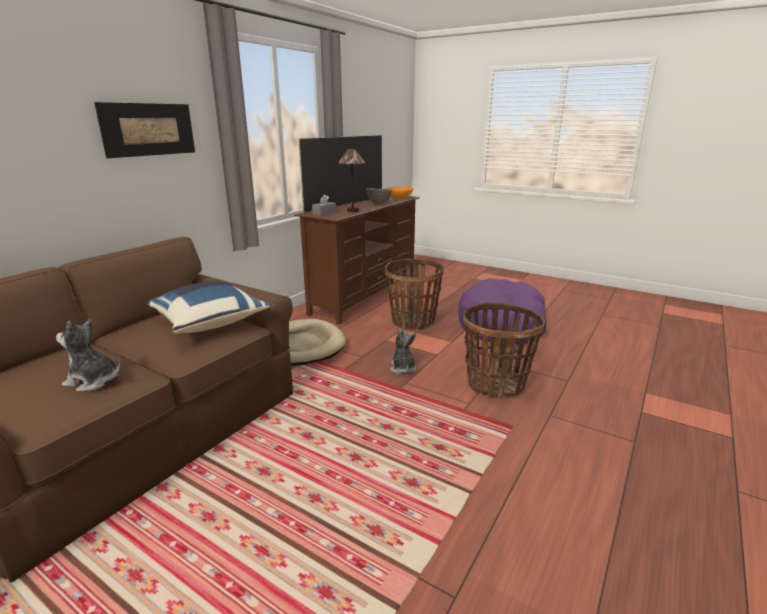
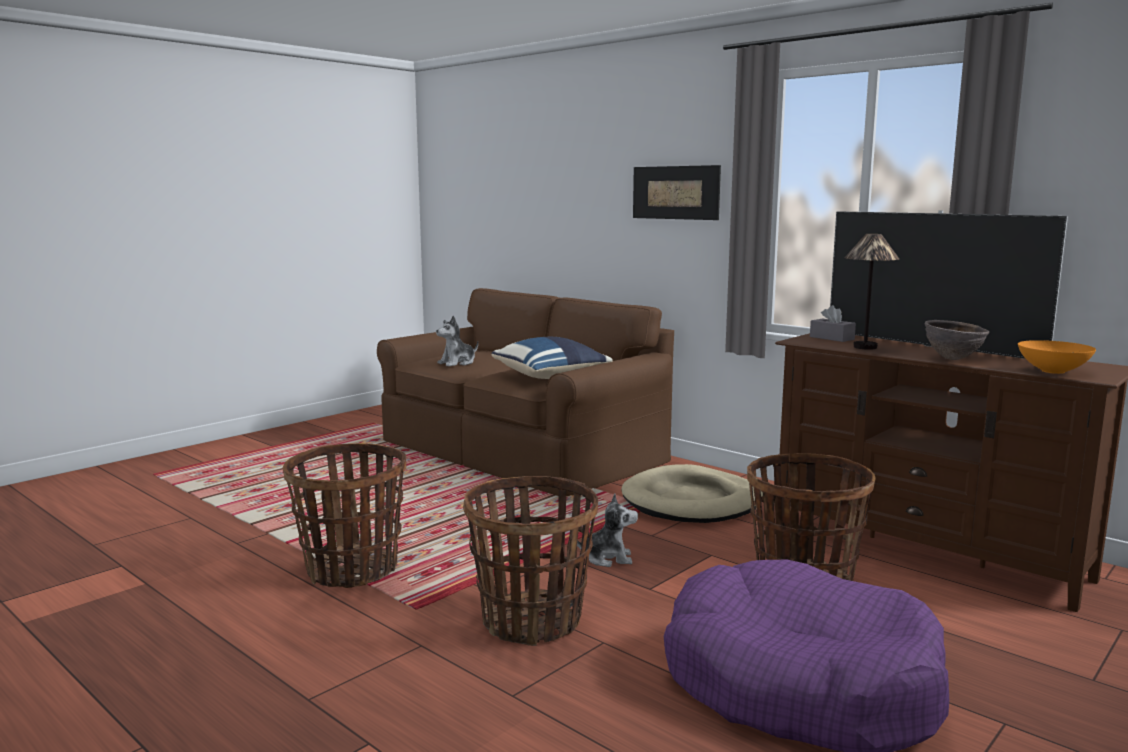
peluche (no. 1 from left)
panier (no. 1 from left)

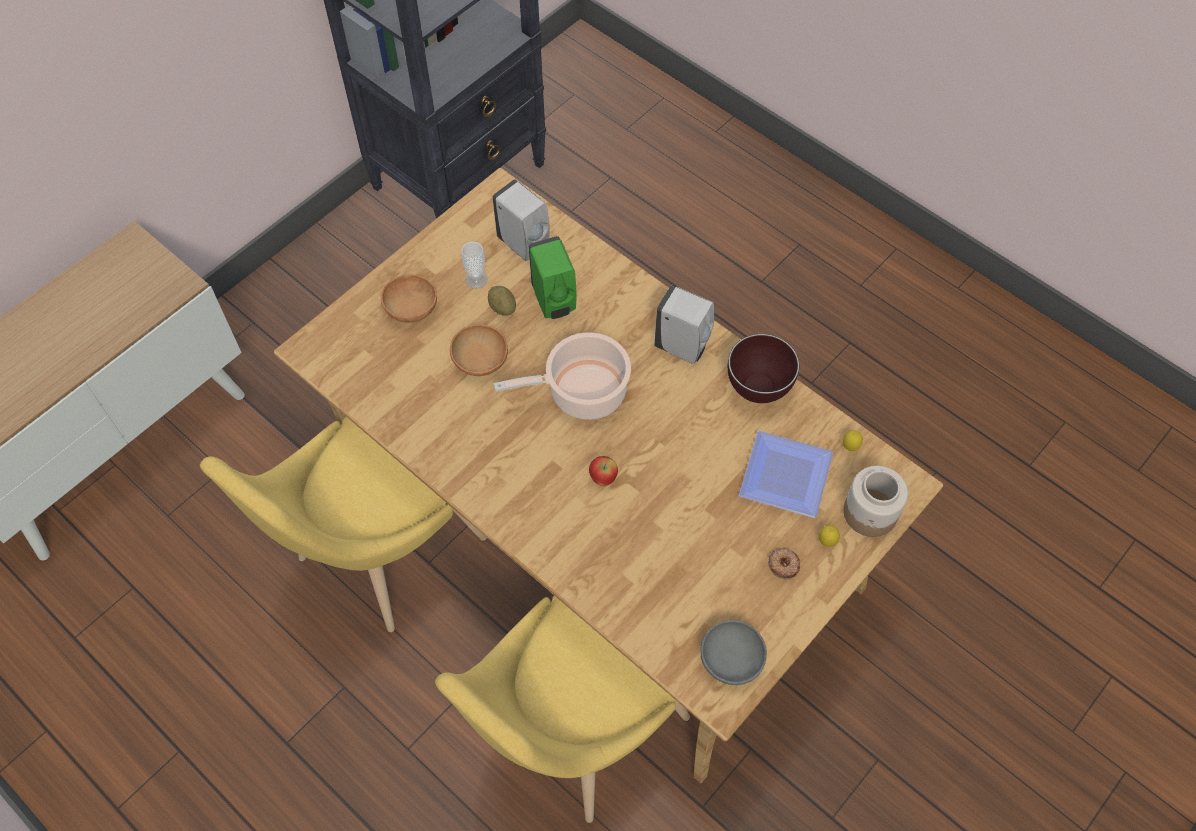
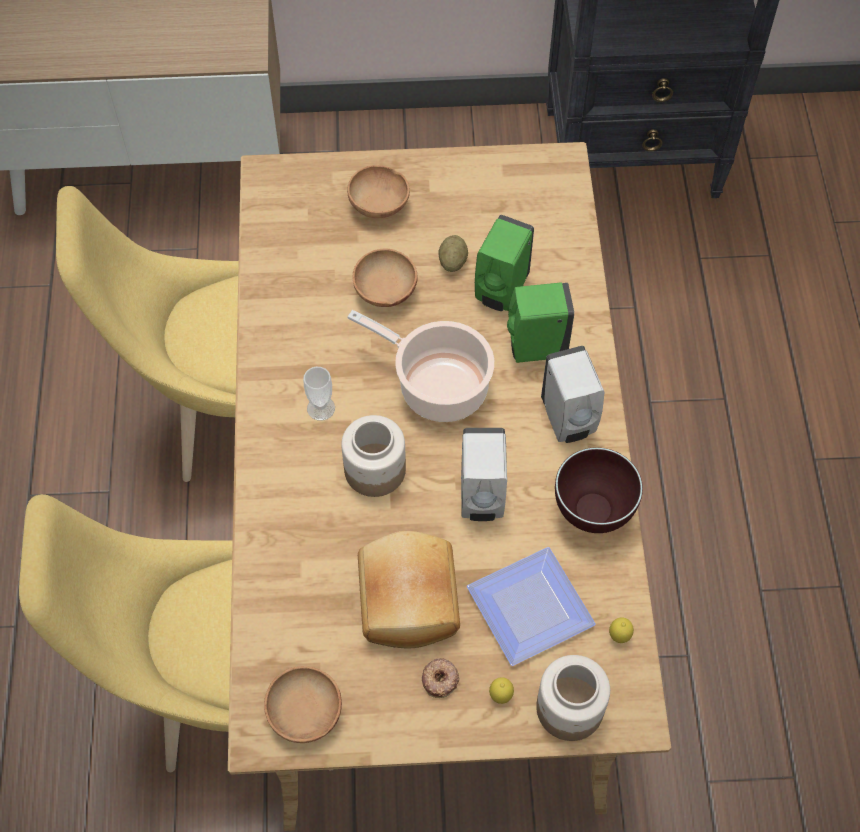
tasse
distributeur de savon/blanc (no. 1 from left)
bocal (no. 1 from left)
bol/marron (no. 1 from left)
pain
distributeur de savon/vert (no. 2 from left)

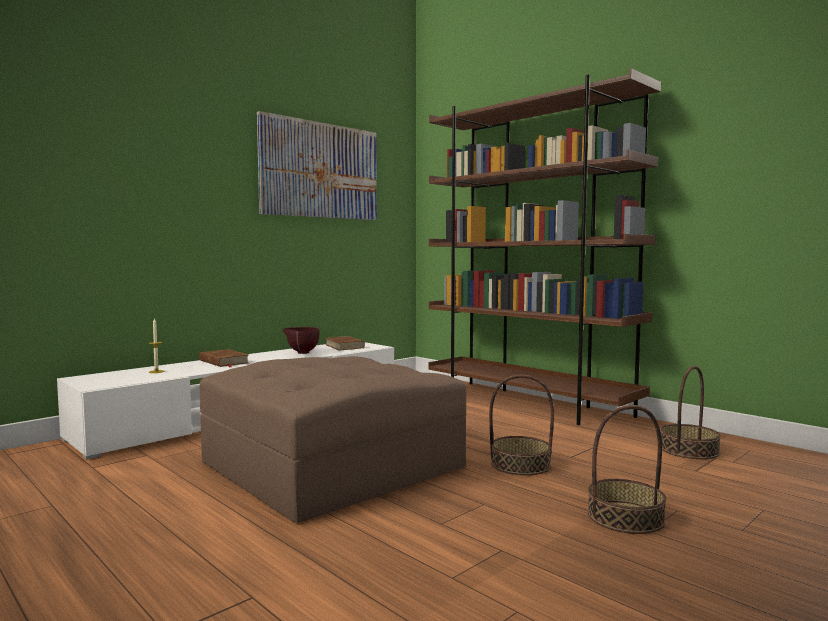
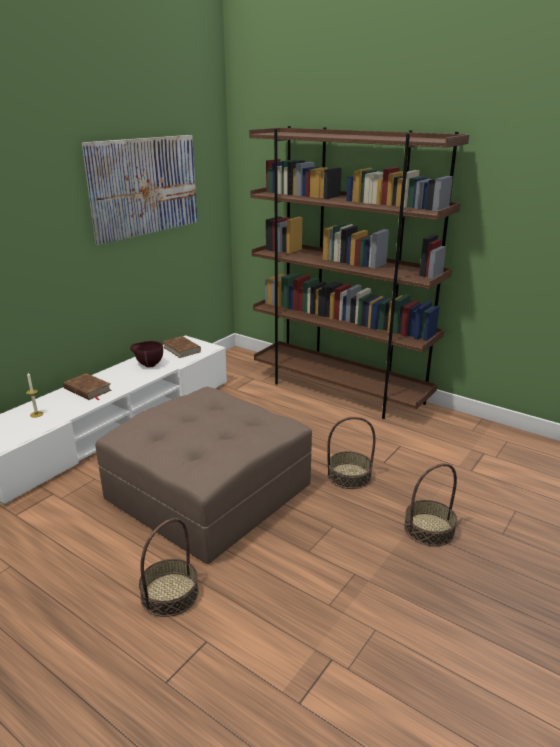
panier (no. 1 from left)

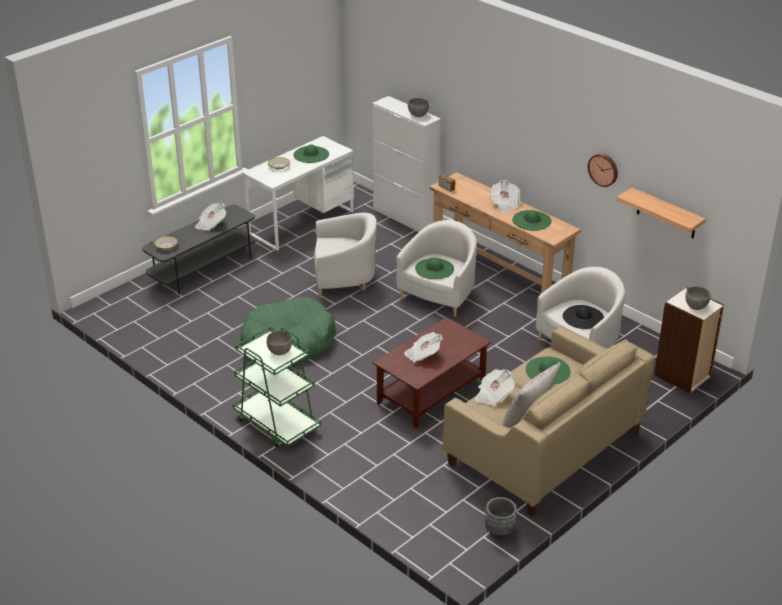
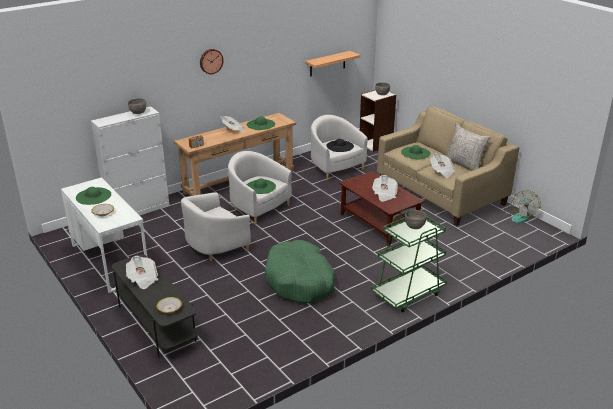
fauteuil/blanc (no. 1 from left)
ventilateur
horloge murale

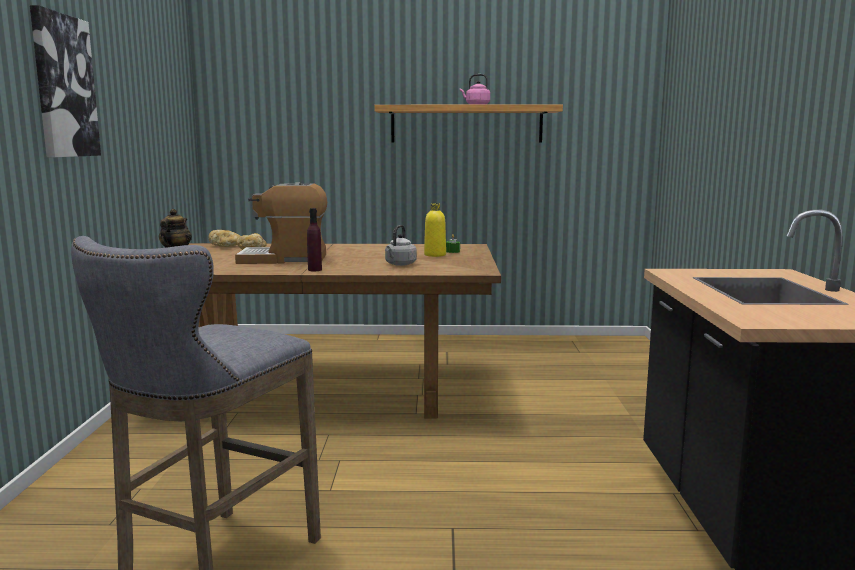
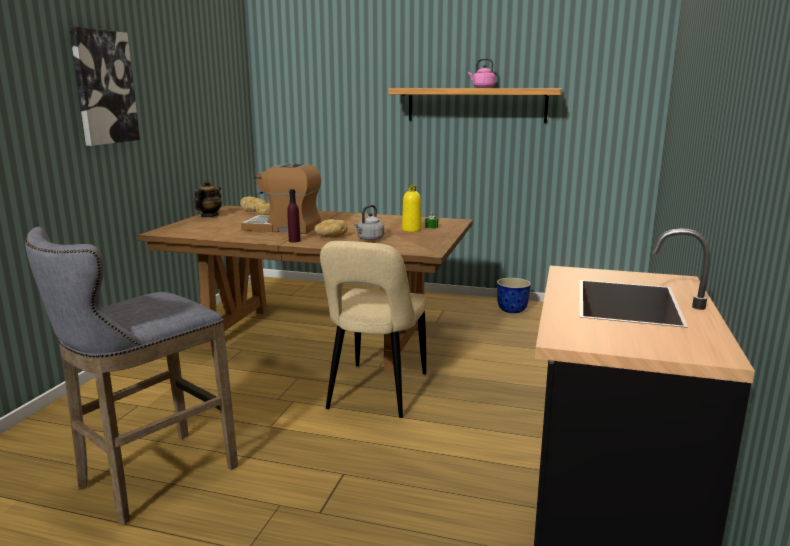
pain (no. 3 from left)
chaise/beige
cache-pot

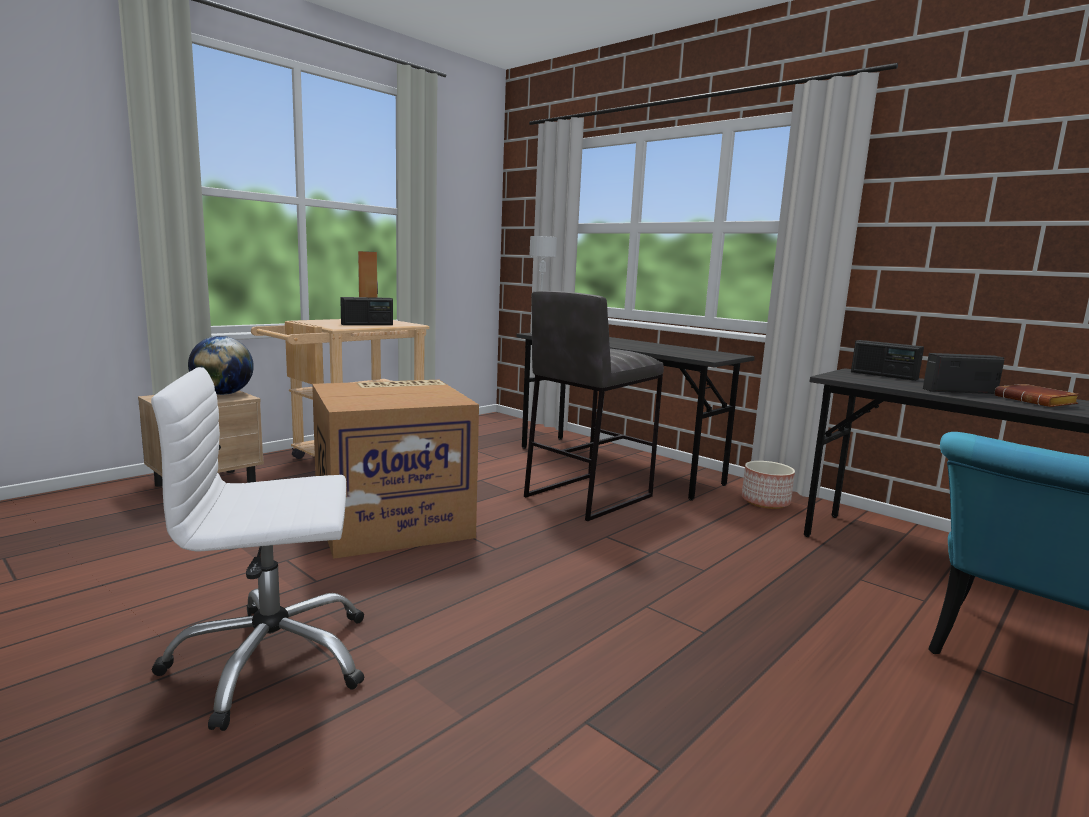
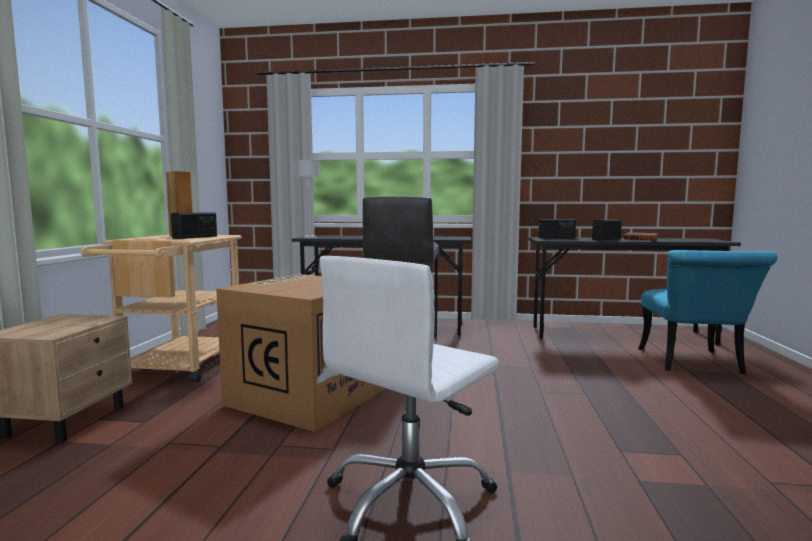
globe
cache-pot

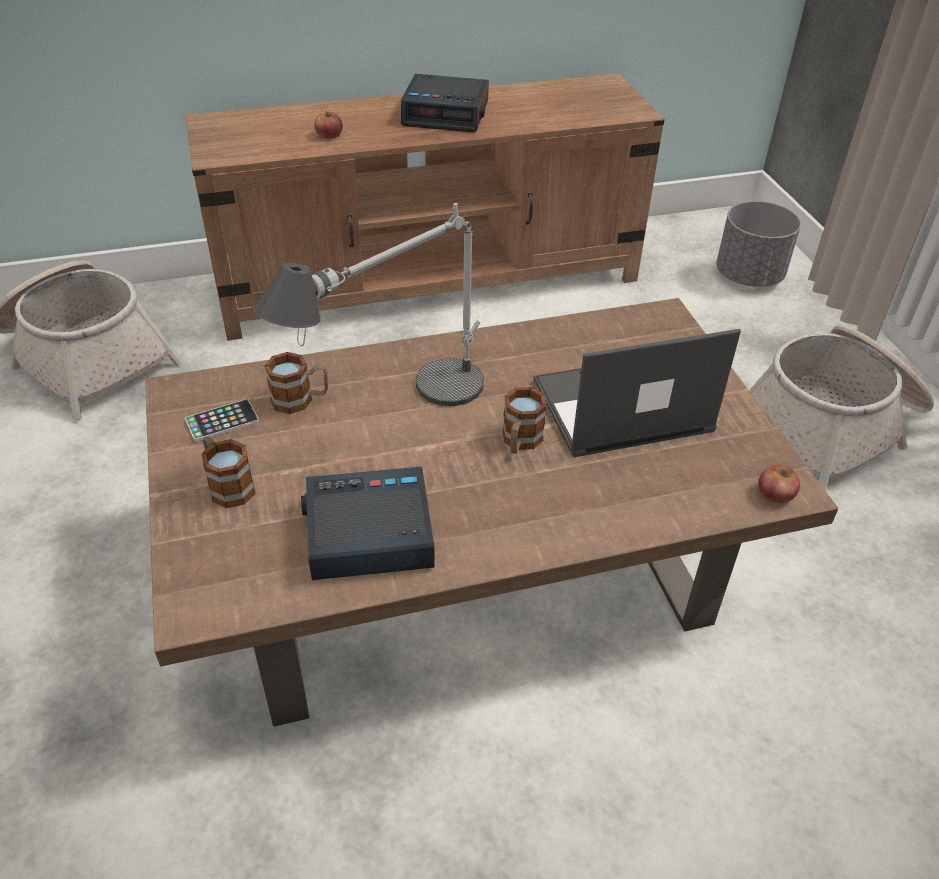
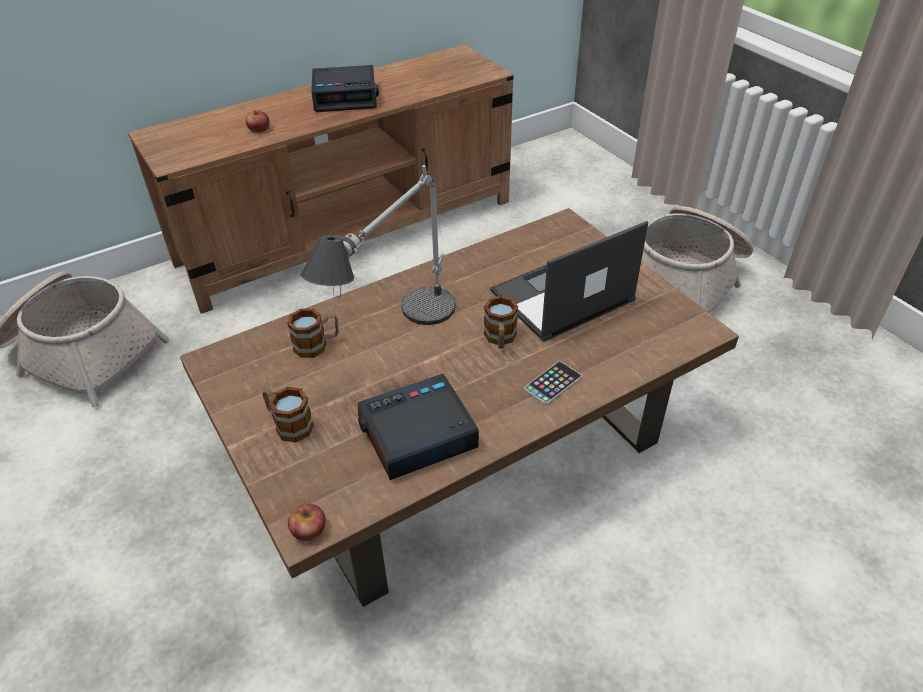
téléphone
cache-pot/gris
pomme (no. 2 from left)

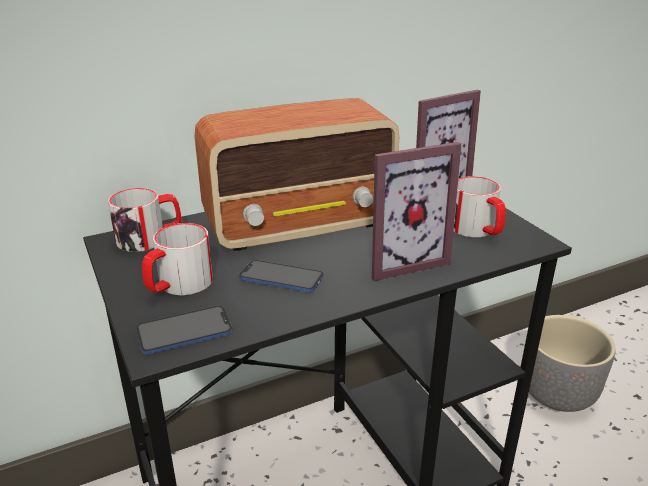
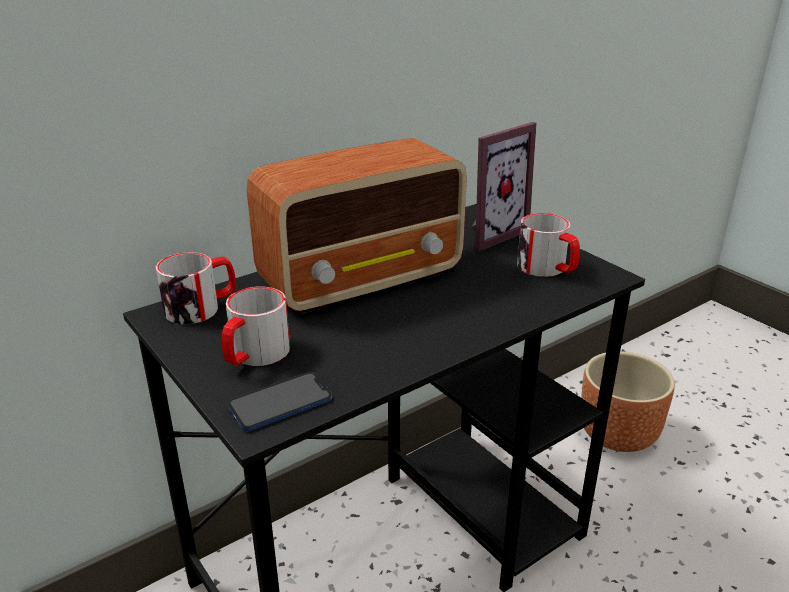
téléphone (no. 2 from left in the first image)
cadre photo (no. 1 from left in the first image)
cache-pot/marron

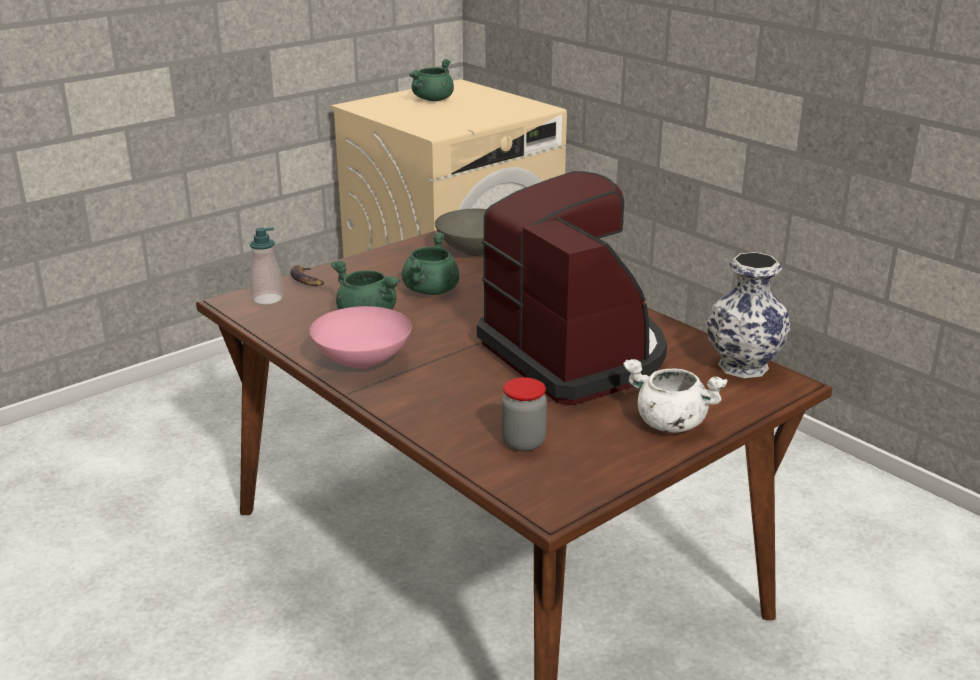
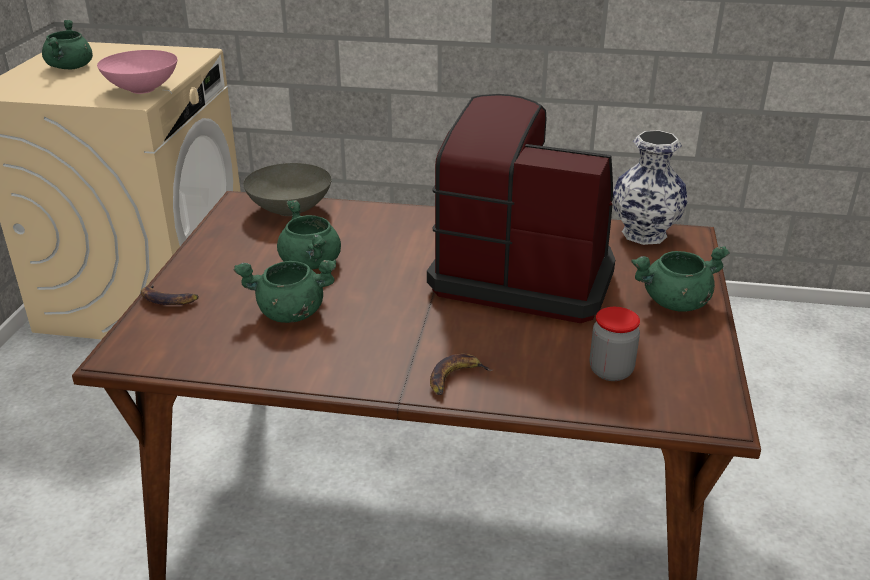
distributeur de savon
bol/rose
marmite/vert (no. 4 from left)
banane (no. 2 from left)

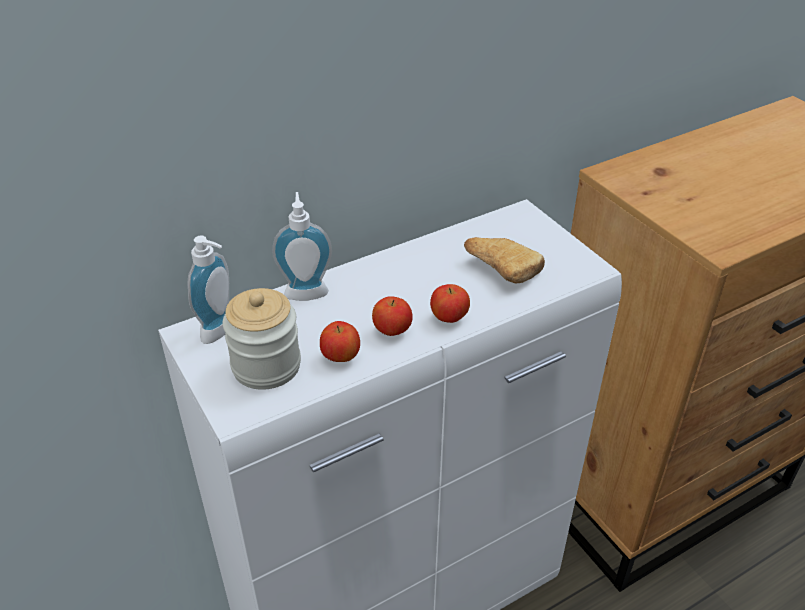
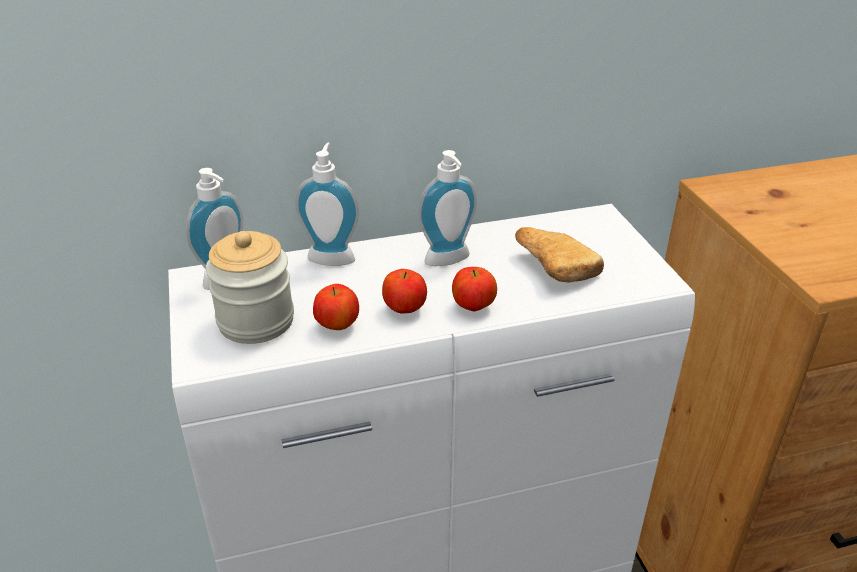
distributeur de savon (no. 3 from left)

